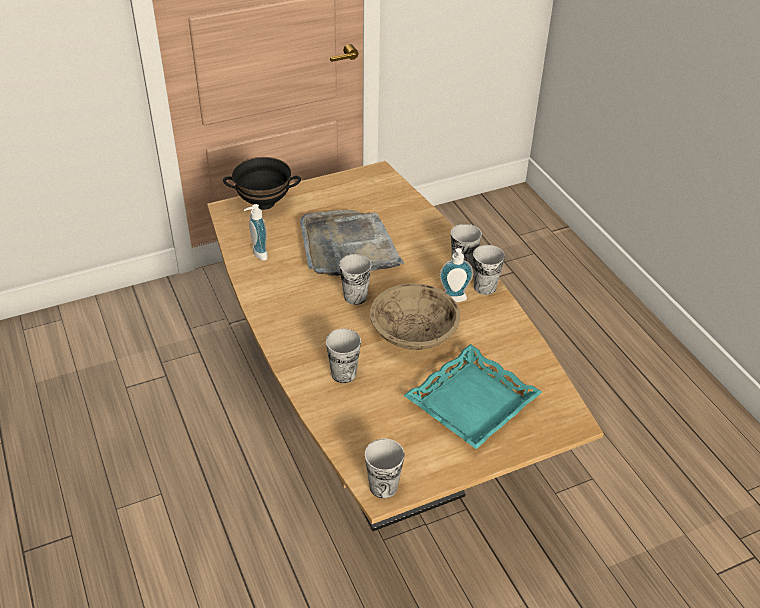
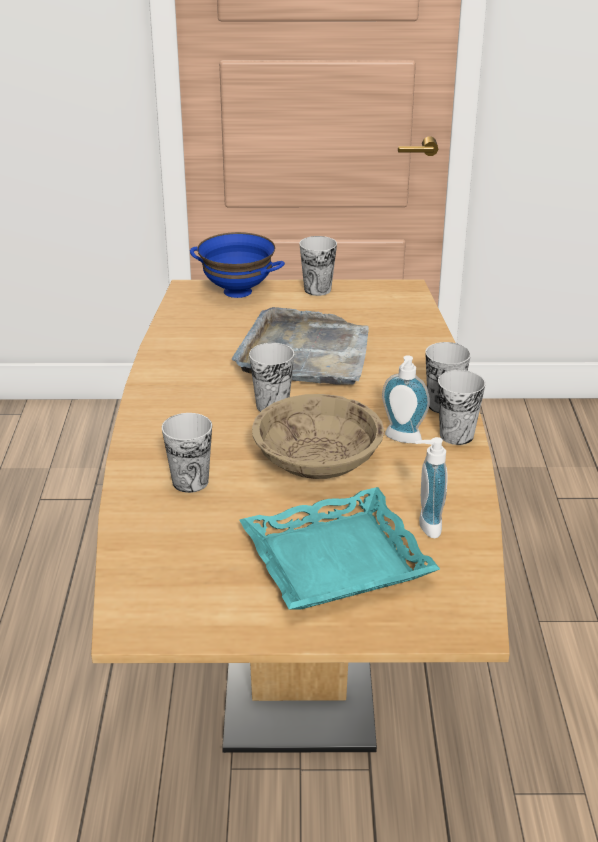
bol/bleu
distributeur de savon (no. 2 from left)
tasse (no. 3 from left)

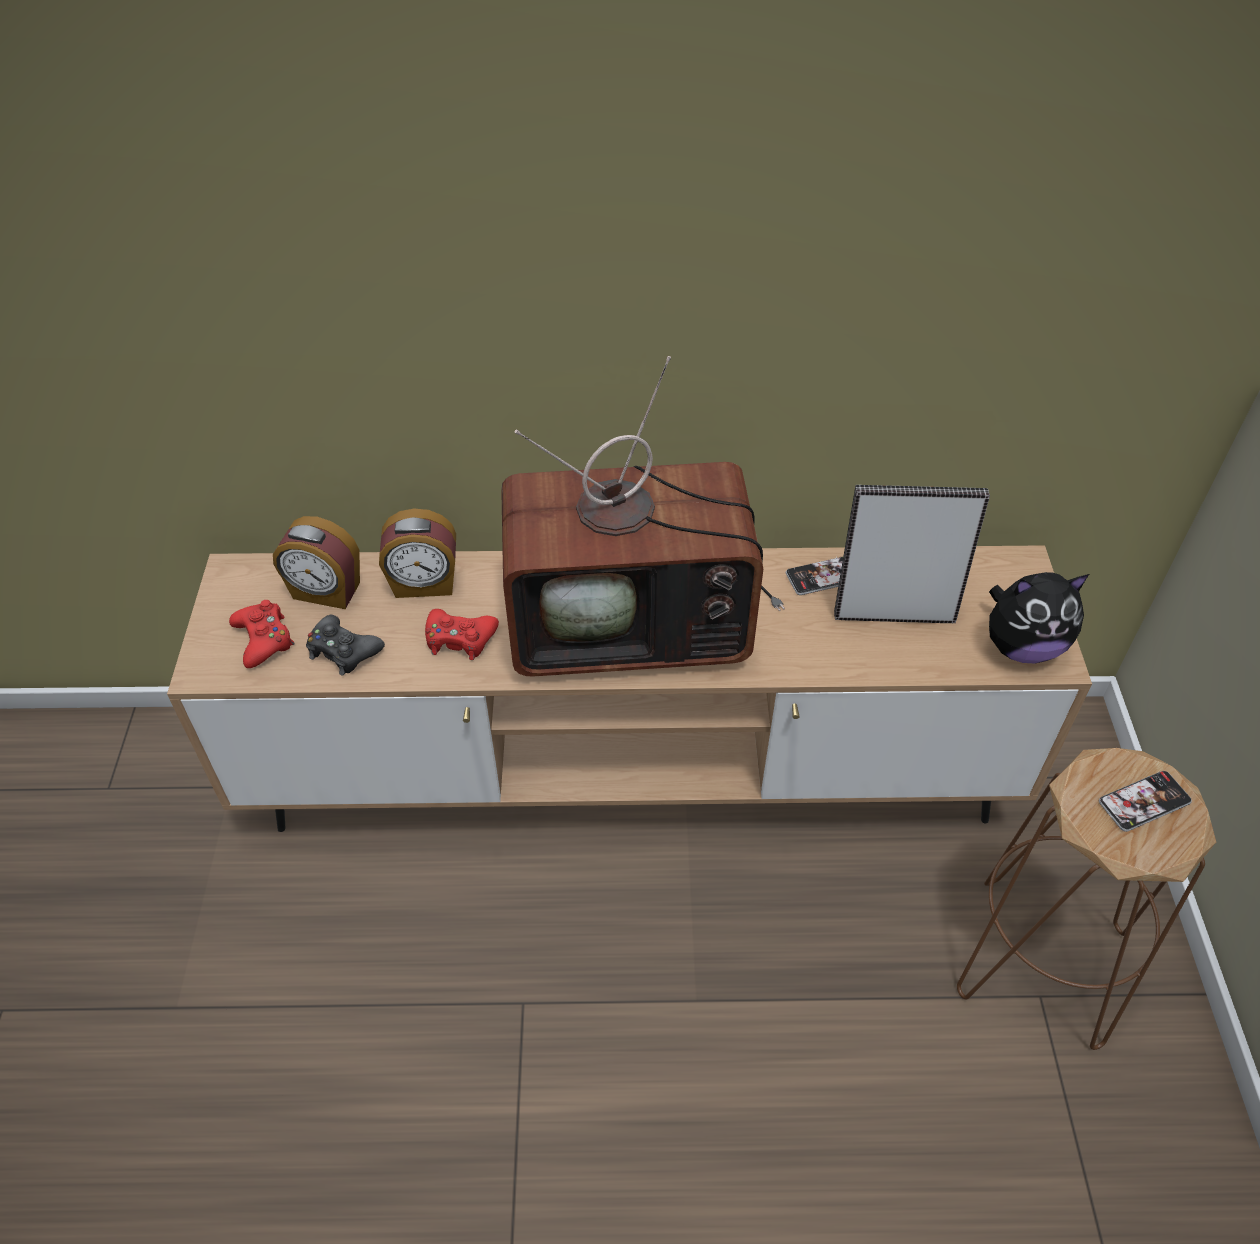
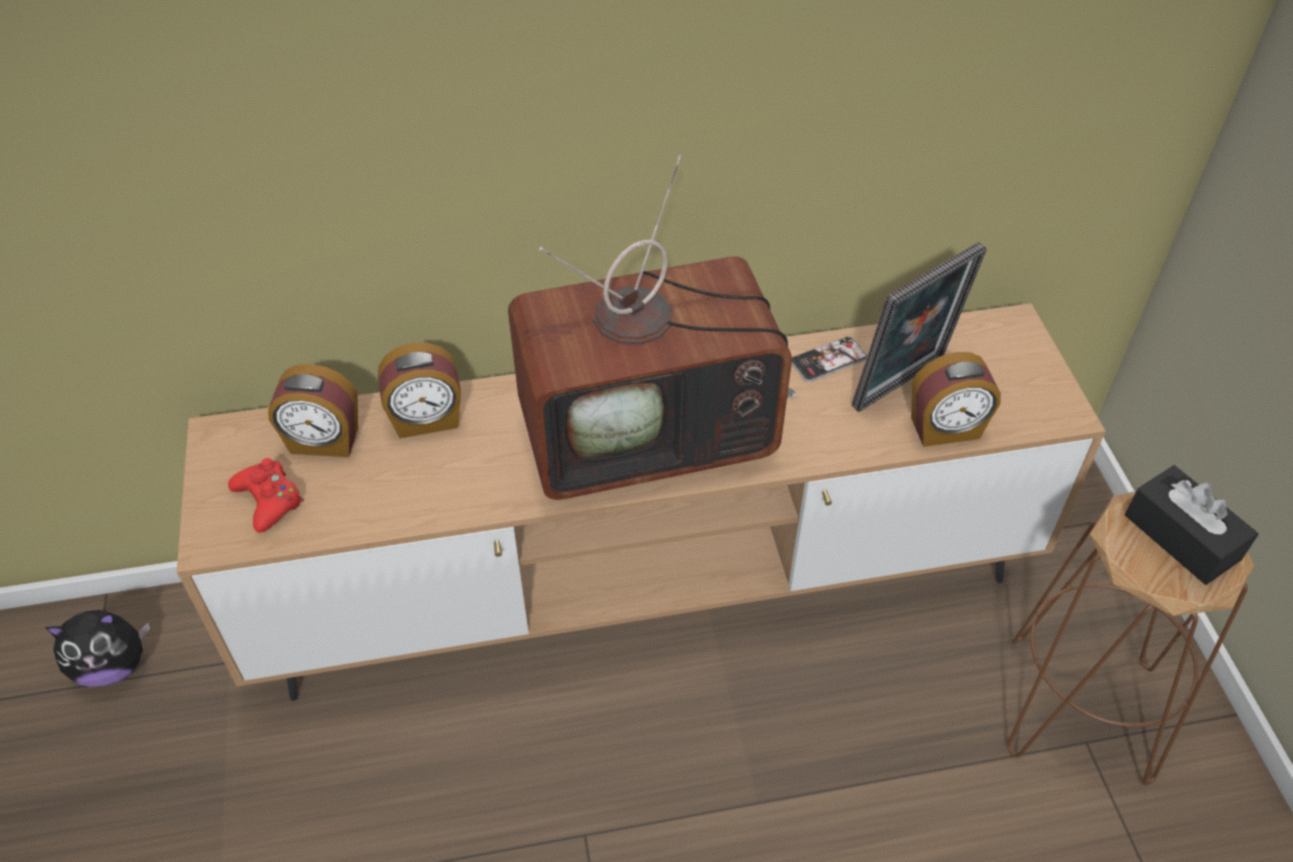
manette/noir
manette/rouge (no. 2 from left in the first image)
cadre photo
peluche
boîte à mouchoirs/noir
réveil (no. 3 from left)

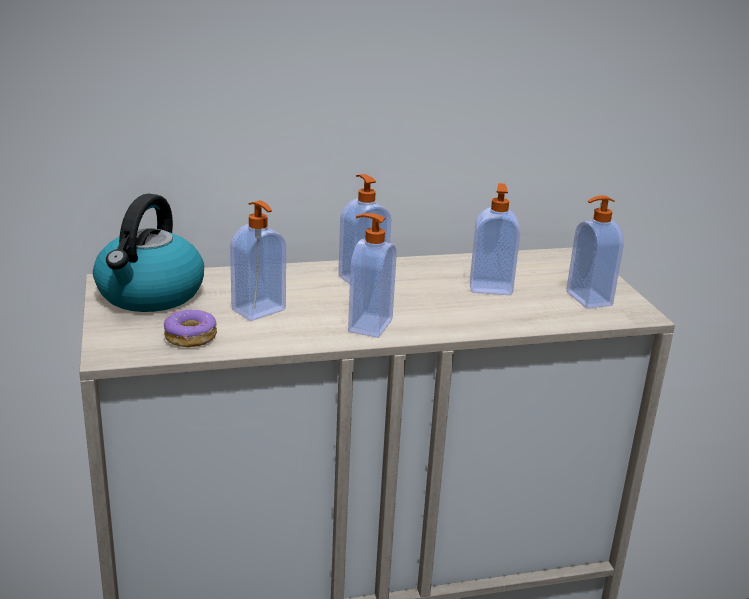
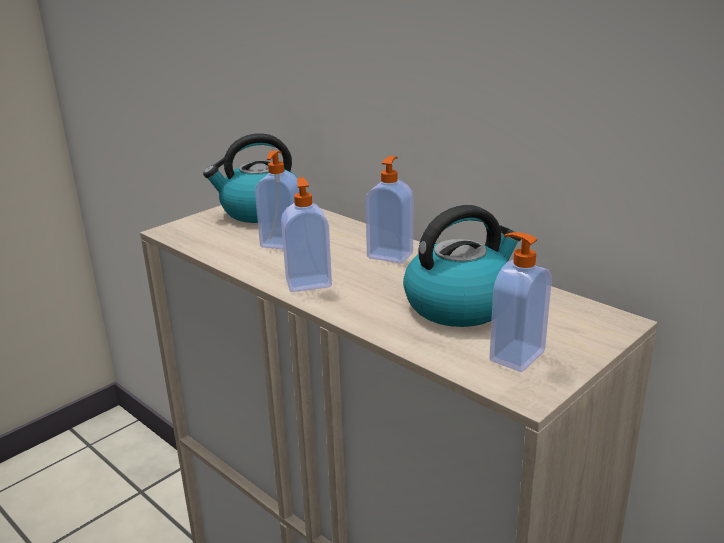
beignet
bouilloire (no. 2 from left)

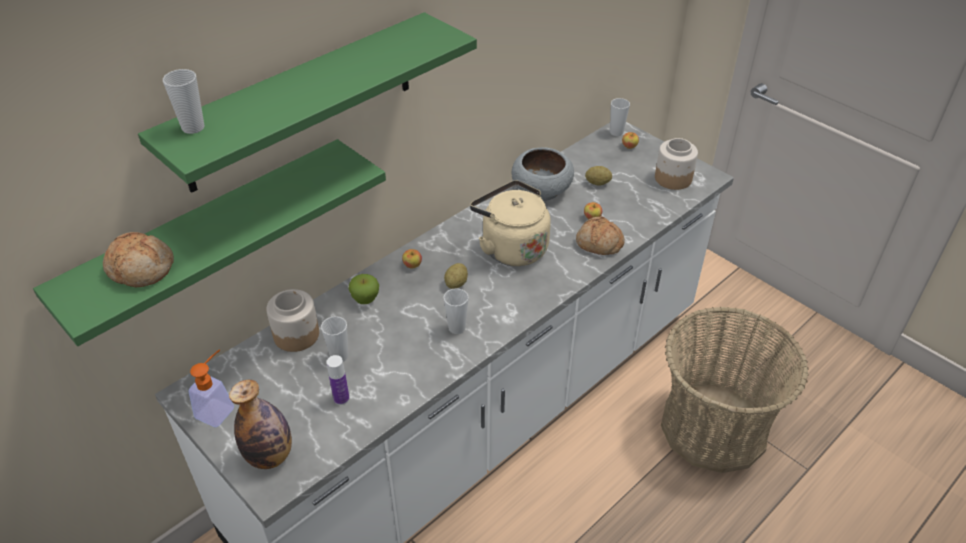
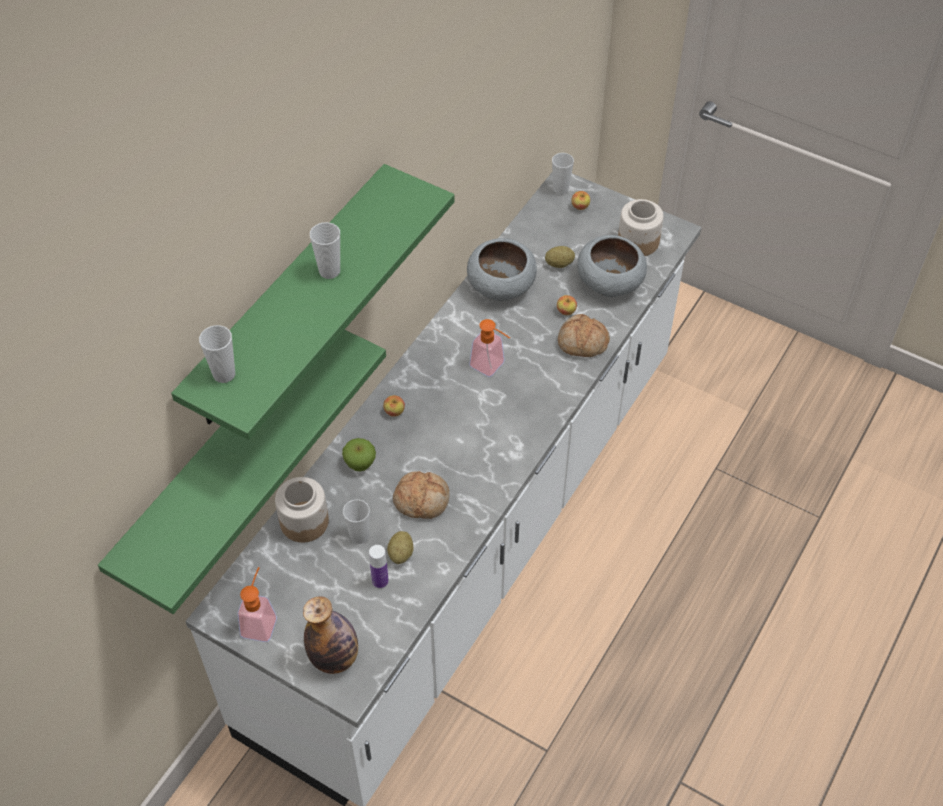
pain (no. 1 from left)
tasse (no. 2 from left)
pomme de terre (no. 1 from left)
distributeur de savon (no. 2 from left)
panier
bol/gris (no. 2 from left)

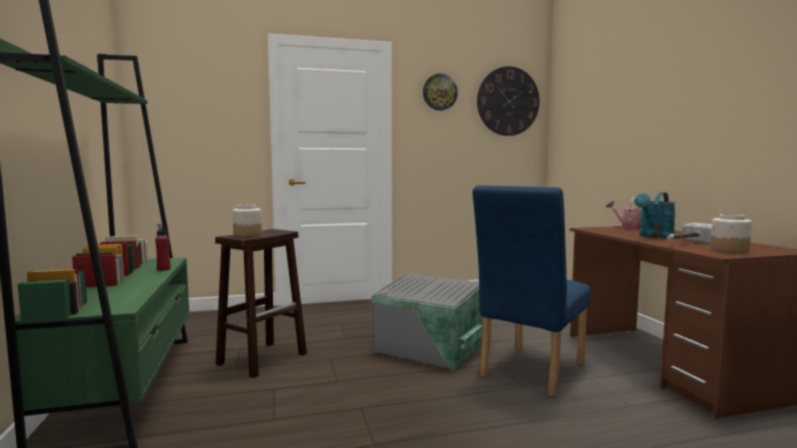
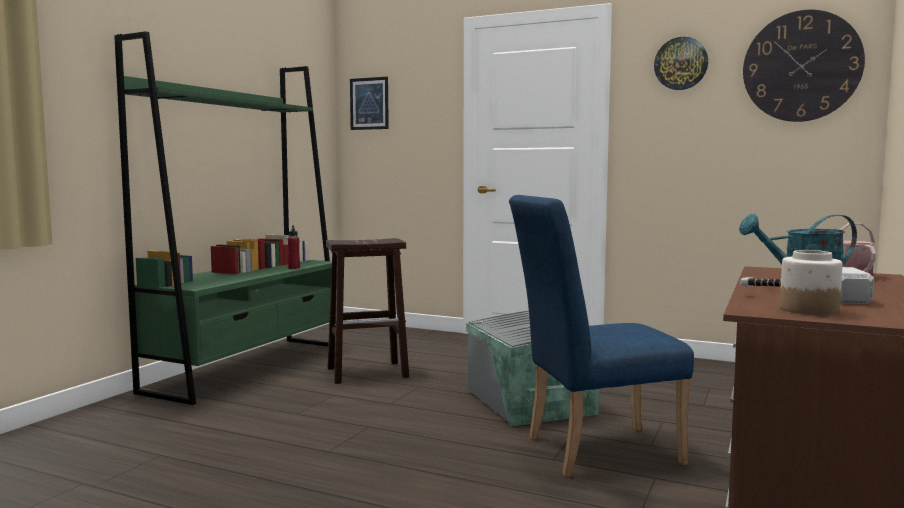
bocal (no. 1 from left in the first image)
tableau

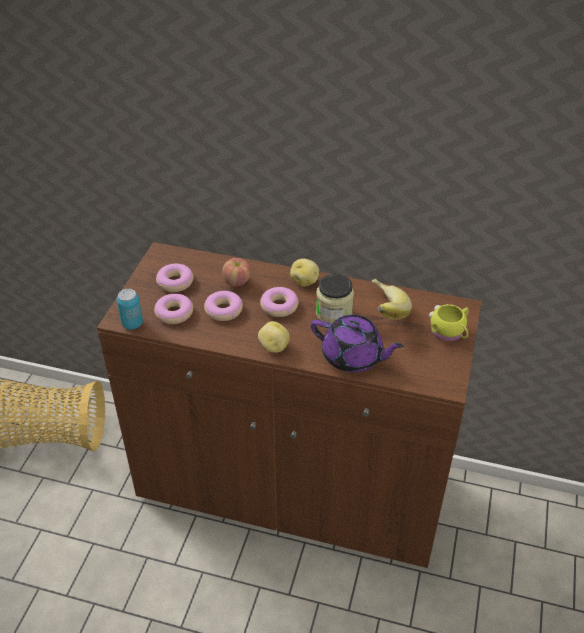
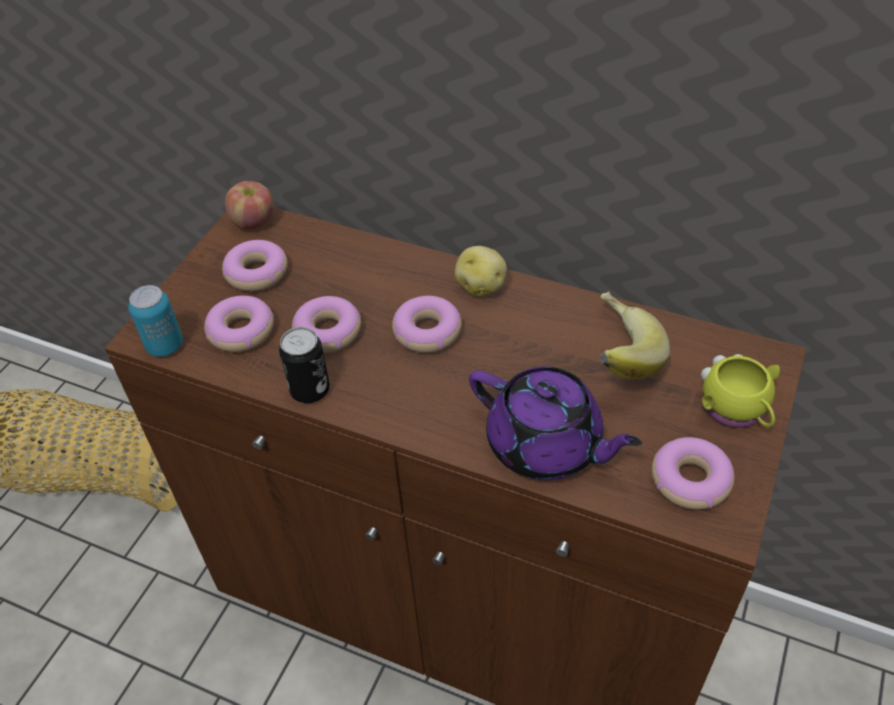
pomme
pomme de terre (no. 1 from left in the first image)
bocal
boîte métallique (no. 2 from left)
beignet (no. 5 from left)

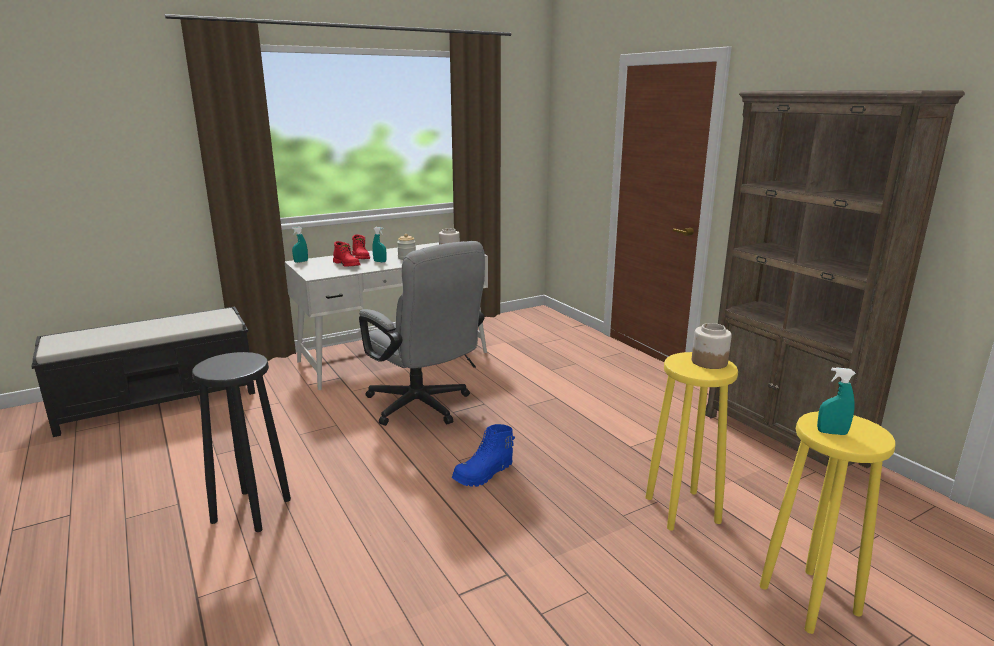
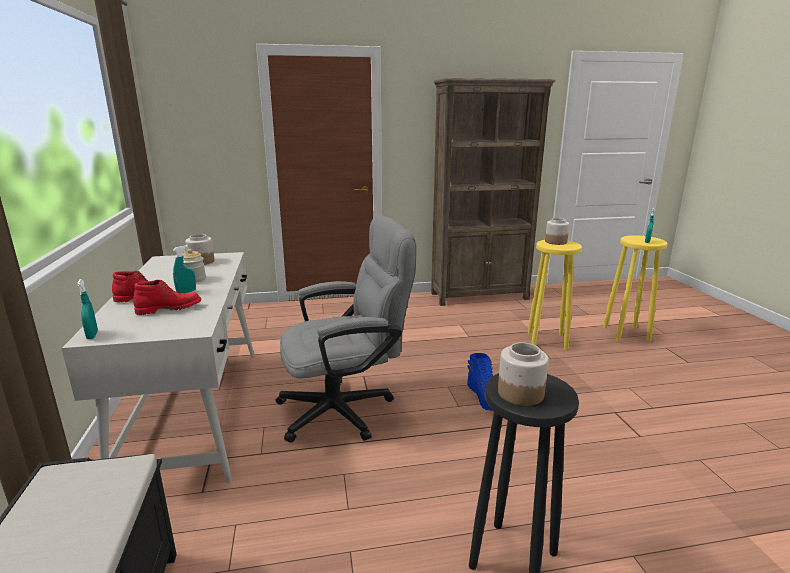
bocal (no. 3 from left)

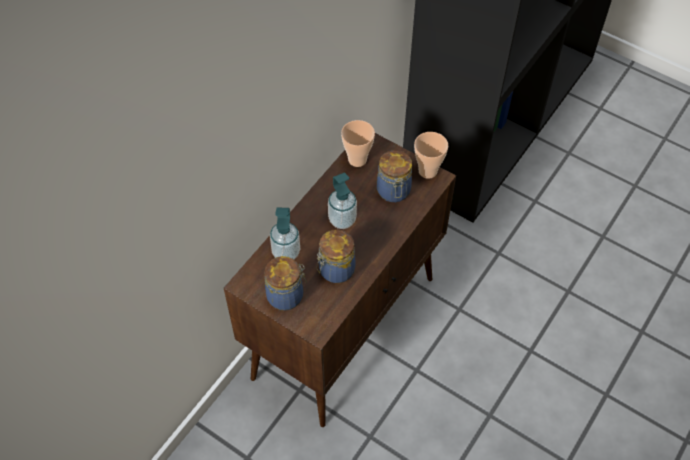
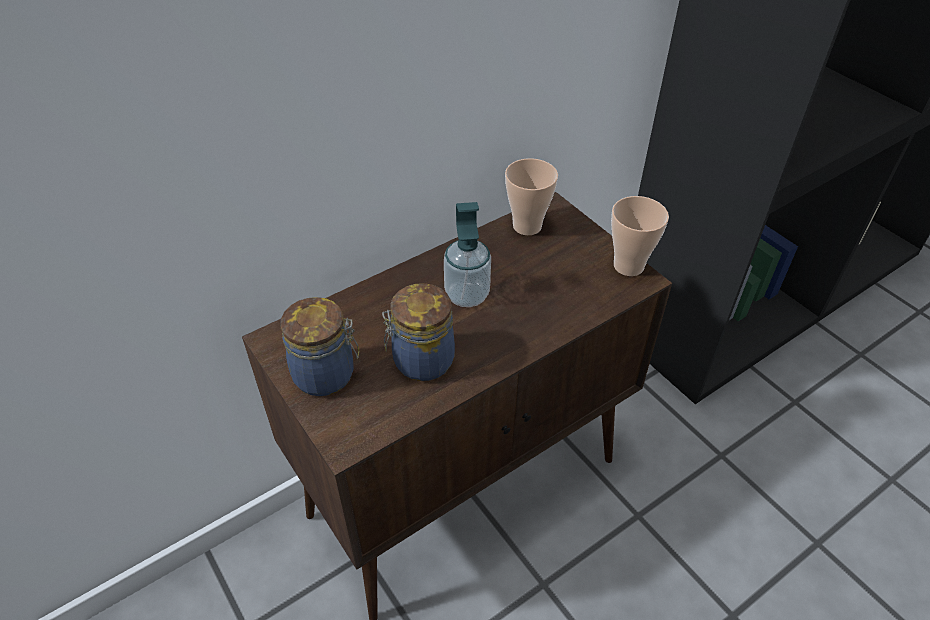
distributeur de savon (no. 1 from left in the first image)
bocal (no. 3 from left in the first image)

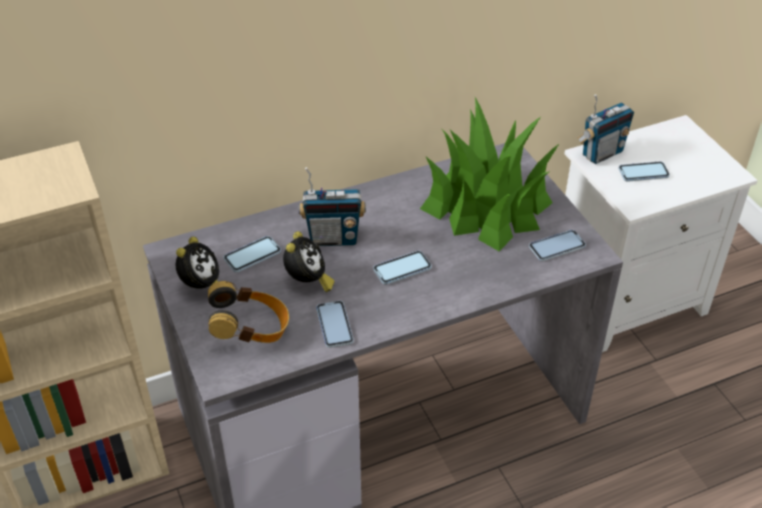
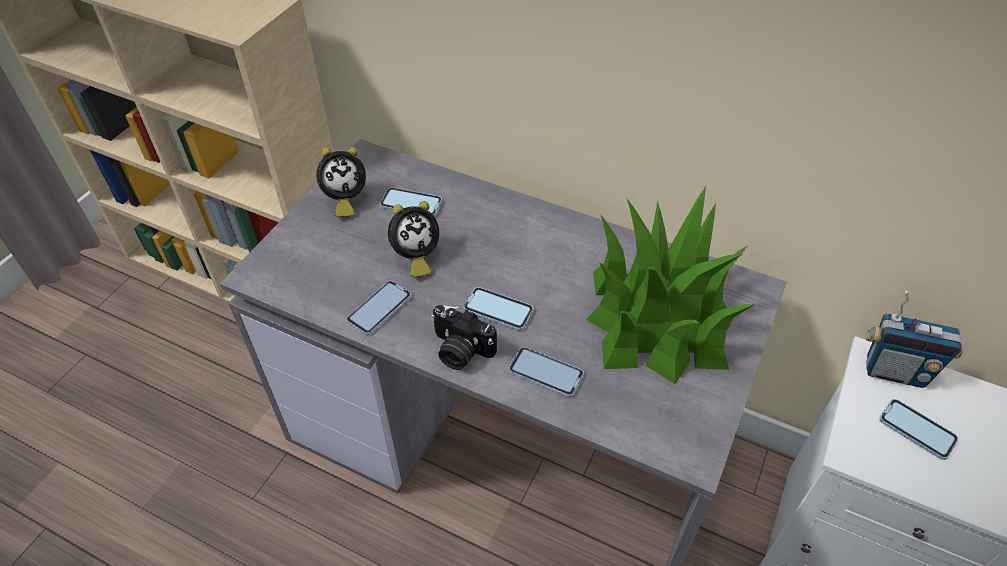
casque audio
radio (no. 1 from left in the first image)
téléphone (no. 4 from left)
appareil photo

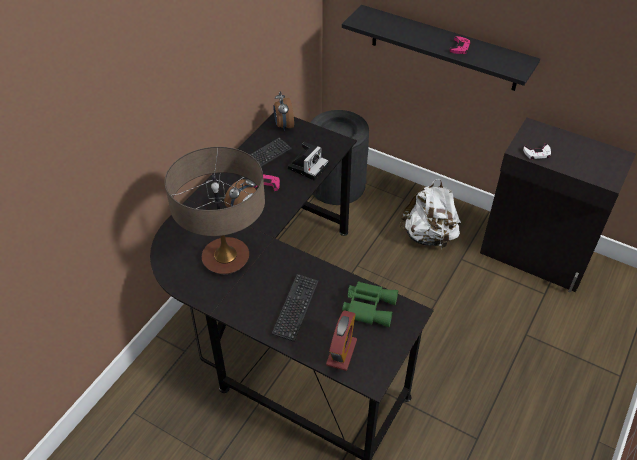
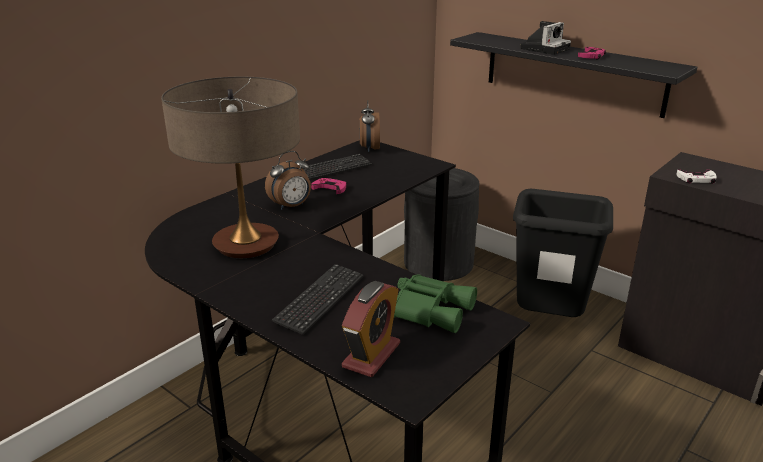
appareil photo
poubelle/noir (no. 2 from left)

